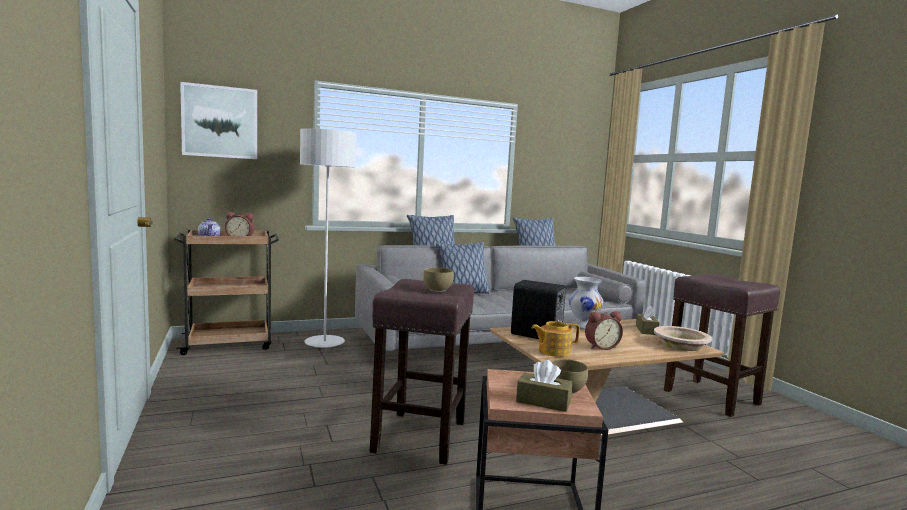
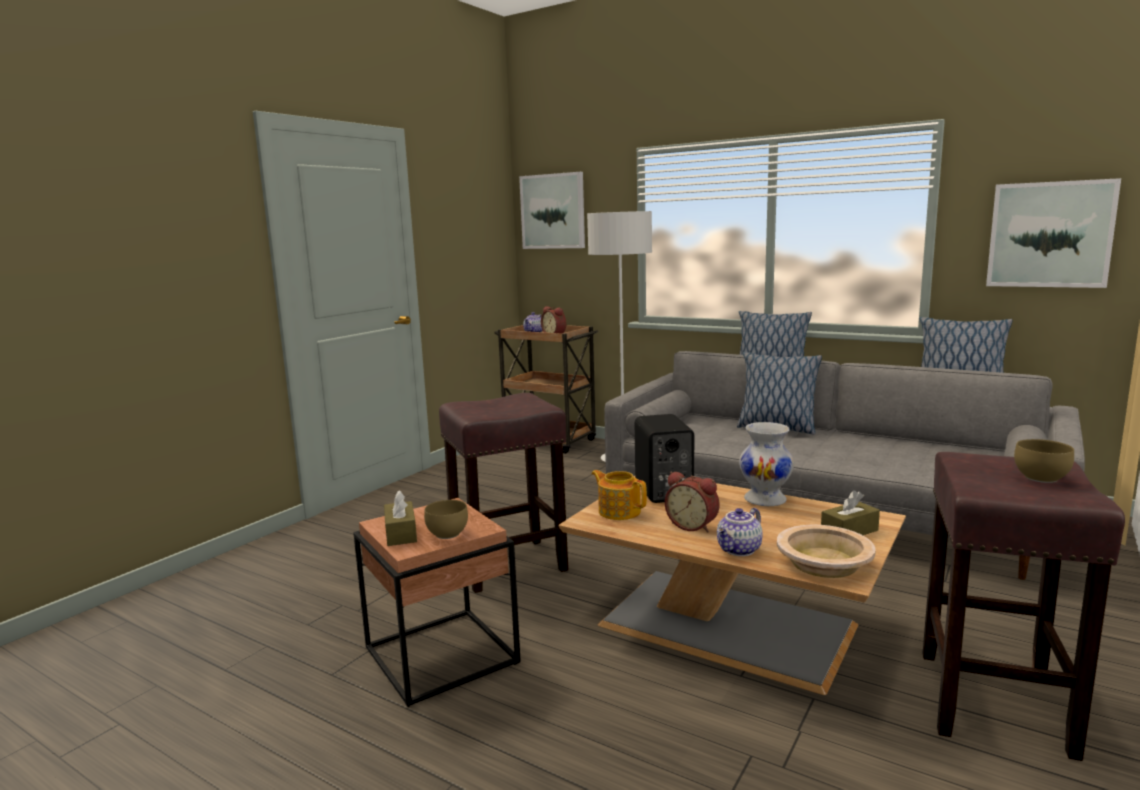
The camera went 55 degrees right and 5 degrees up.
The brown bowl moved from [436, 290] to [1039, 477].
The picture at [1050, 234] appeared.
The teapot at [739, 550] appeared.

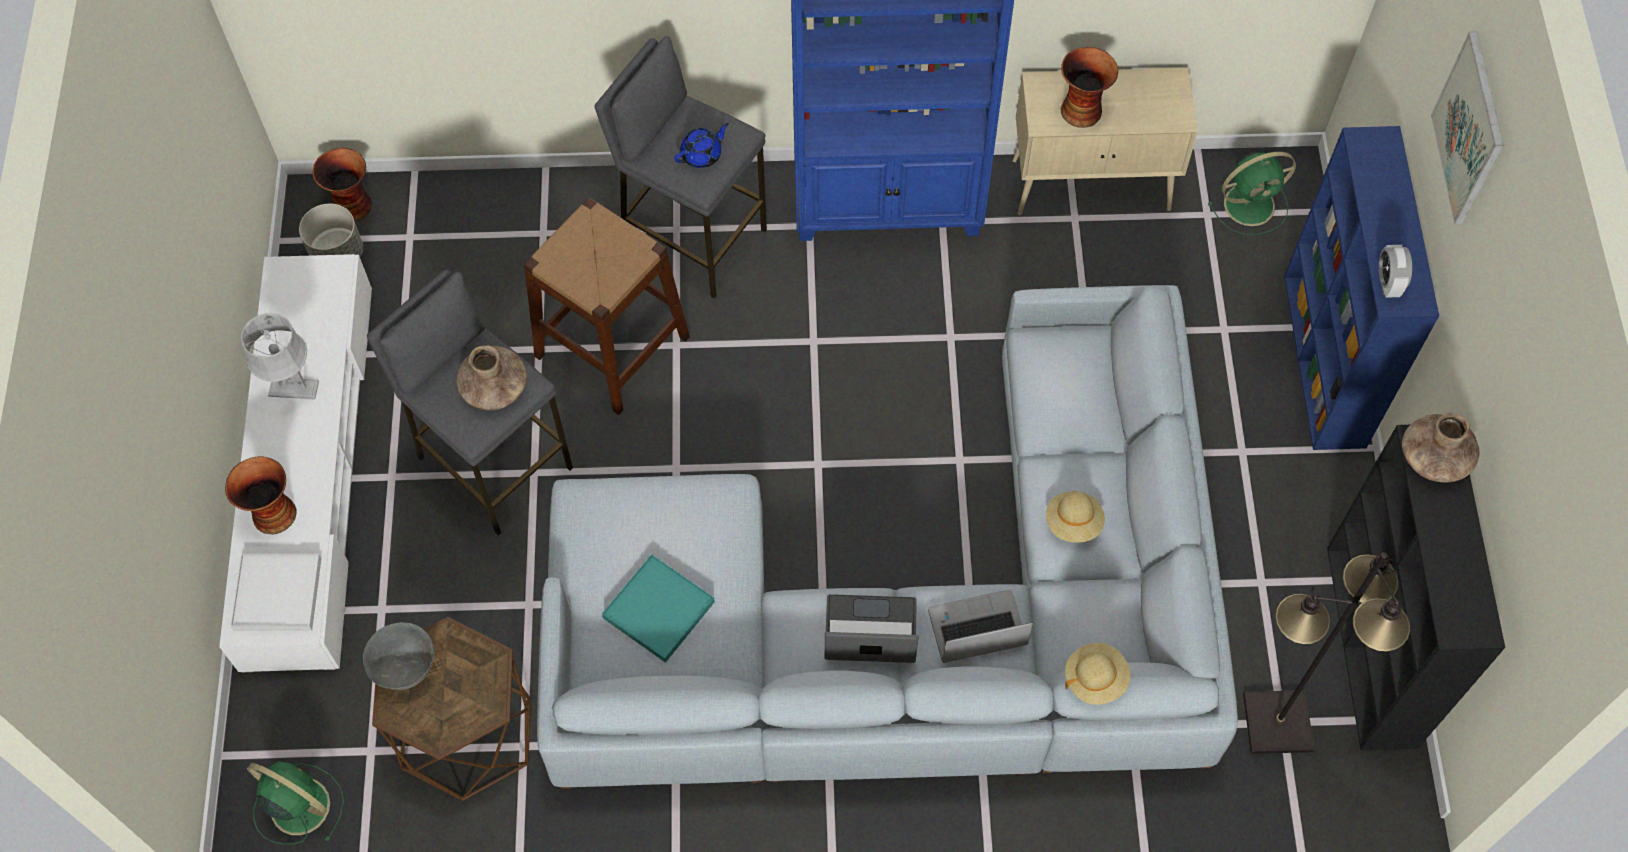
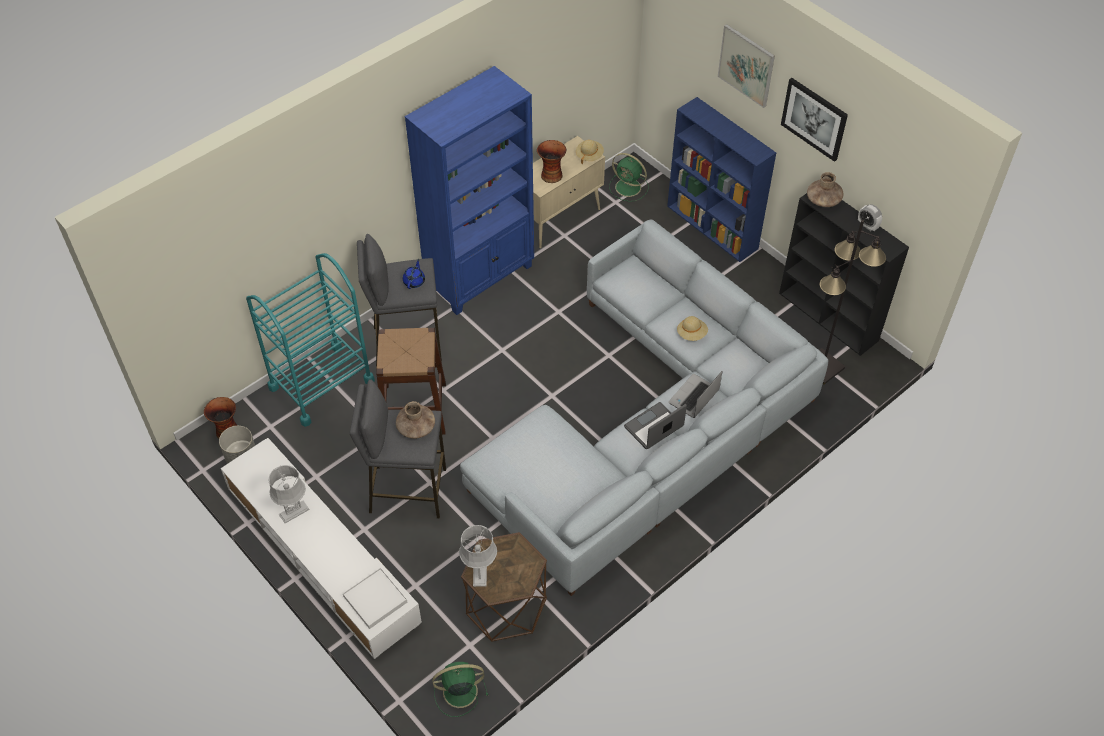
The camera went 40 degrees left and 10 degrees down.
The green fan at [1251, 204] turned 90 degrees clockwise.
The alarm clock moved from [1388, 282] to [867, 226].
The vase at [272, 513] disappeared.
The turquoise tray at [658, 610] disappeared.
The grey bowl at [405, 667] was replaced by the grey table lamp at [479, 572].
The beige hat moved from [1095, 679] to [589, 156].
The picture at [814, 118] appeared.
The turquoise cart at [321, 384] appeared.

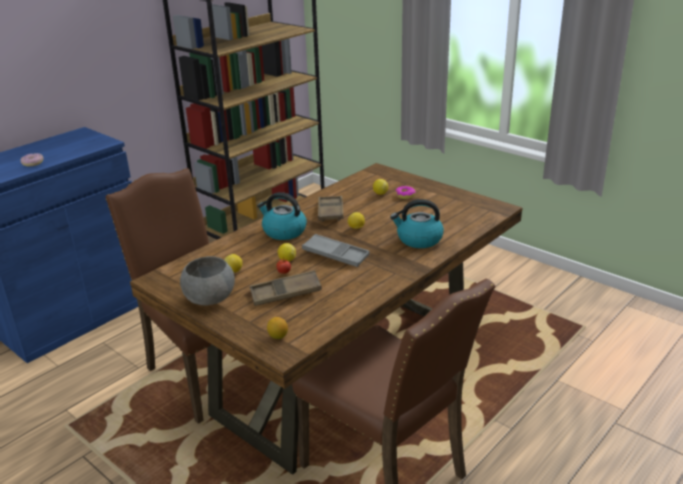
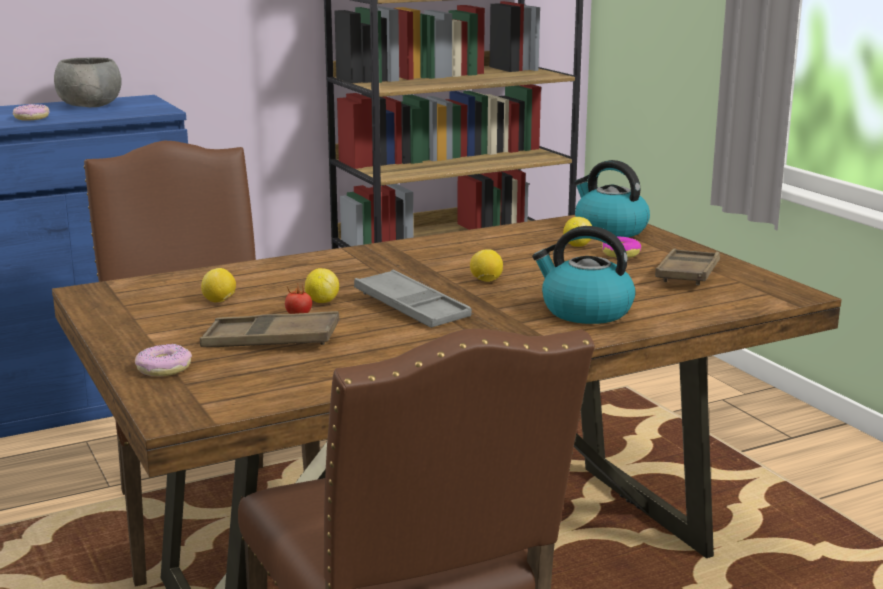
The camera went 20 degrees right and 10 degrees down.
The kettle moved from [283, 231] to [609, 230].
The brown tray moved from [330, 212] to [687, 274].
The grey bowl moved from [209, 298] to [89, 106].
The lemon at [278, 336] disappeared.
The donut at [163, 368] appeared.

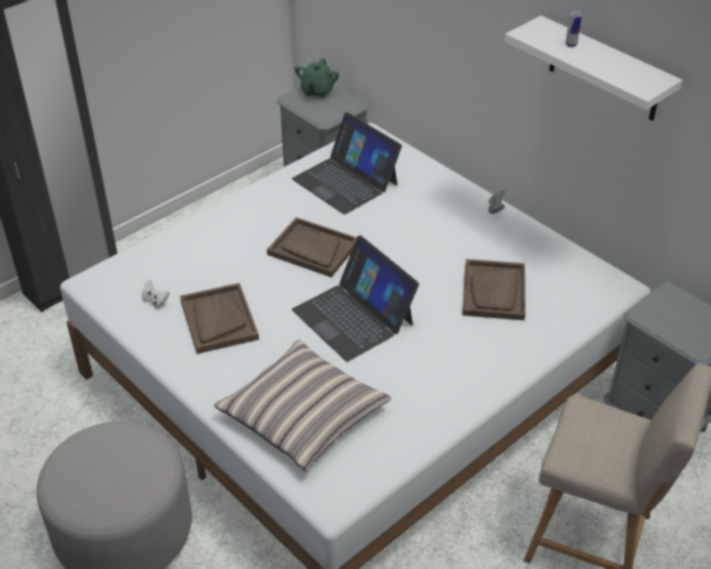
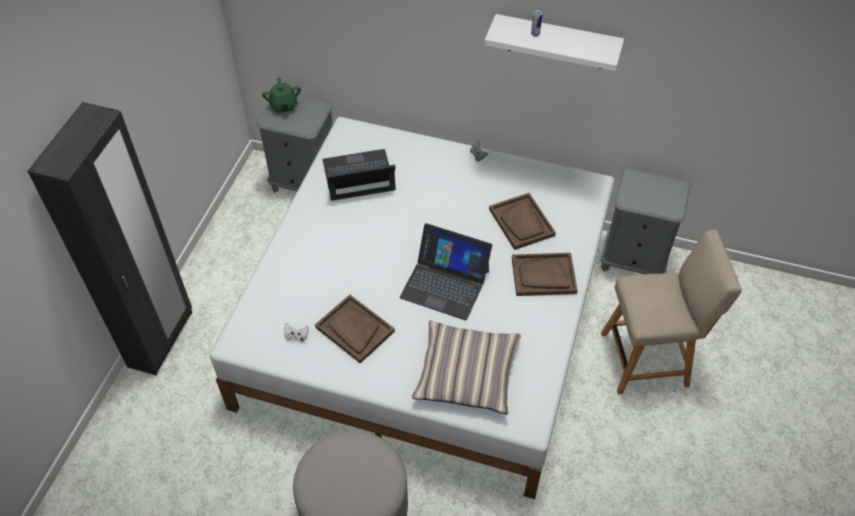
The camera went 30 degrees left and 10 degrees up.
The laptop at [345, 181] turned 150 degrees clockwise.
The brown tray moved from [313, 249] to [543, 276].

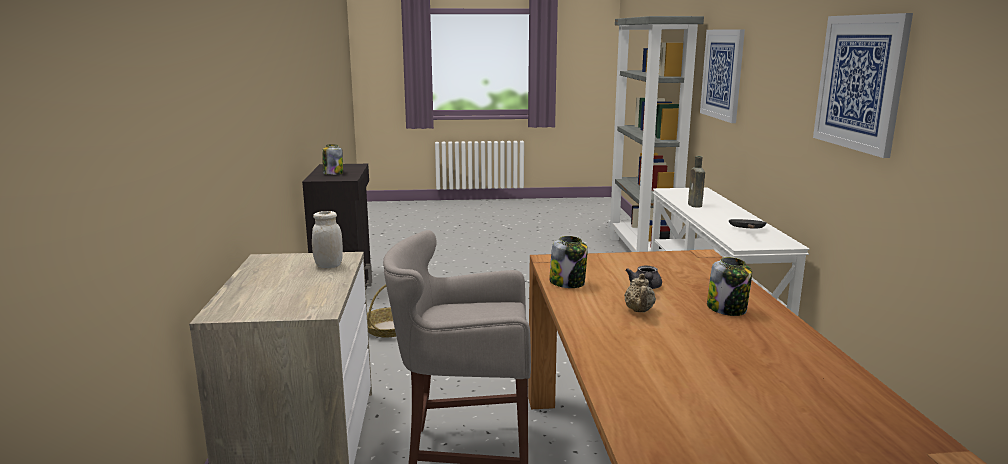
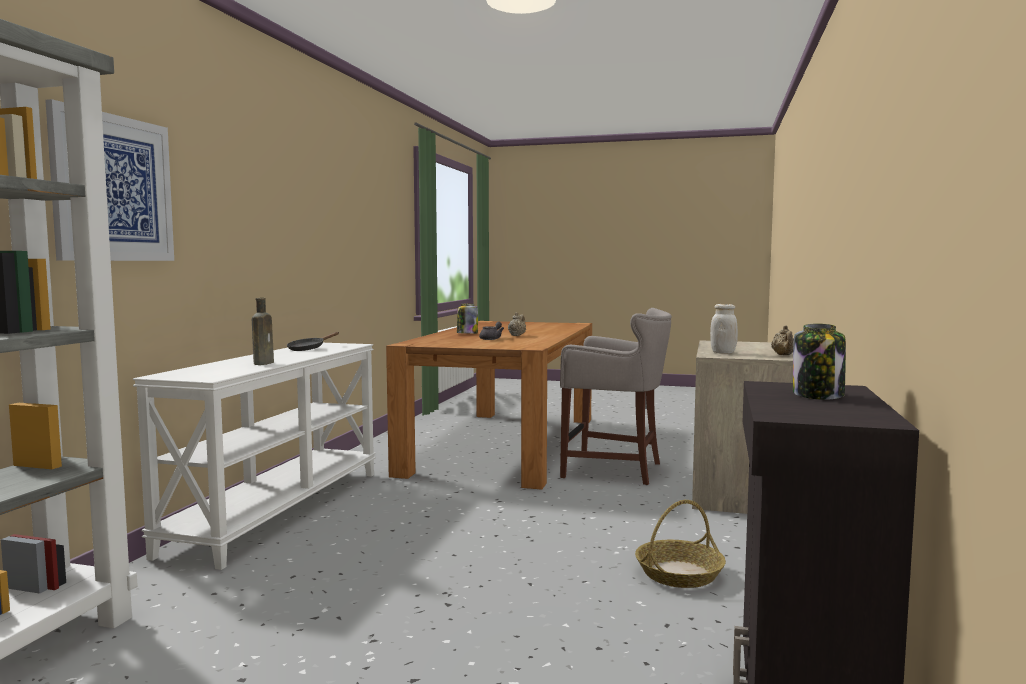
The camera went 160 degrees left and 10 degrees down.
The picture at [860, 82] disappeared.
The jar at [568, 283] disappeared.
The beige teapot at [783, 355] appeared.

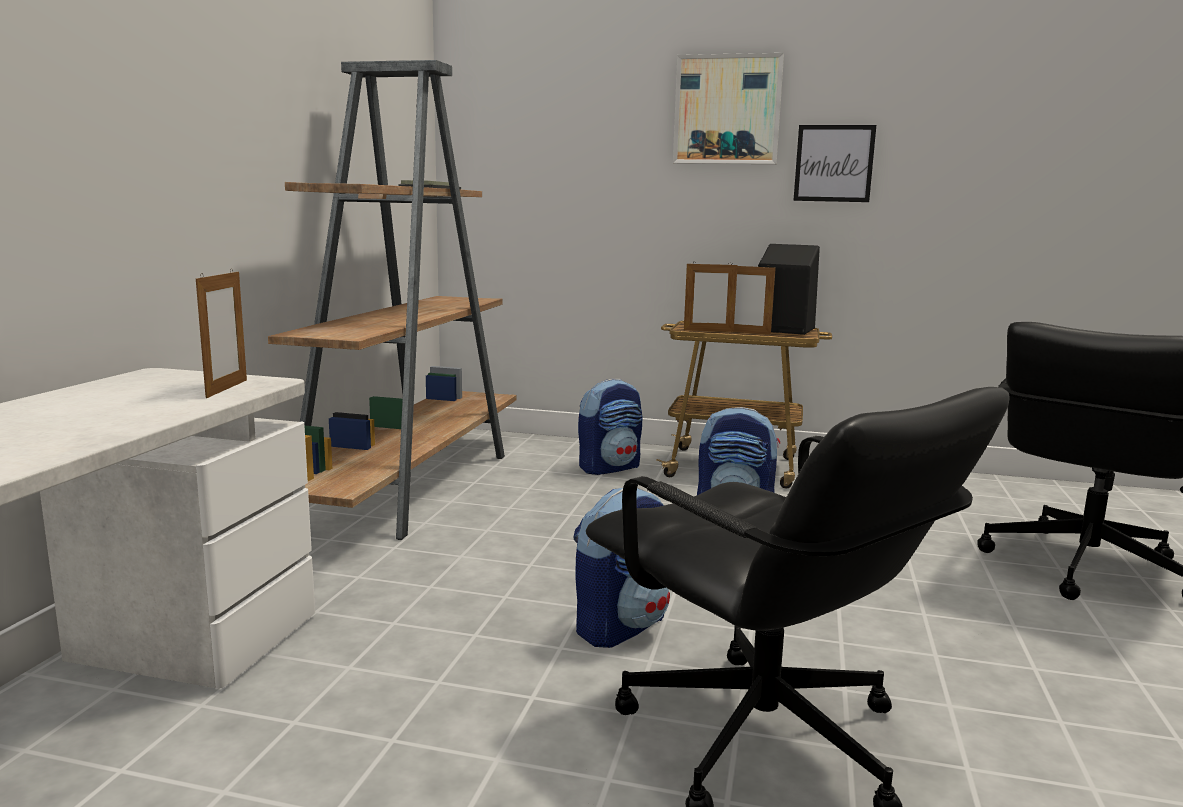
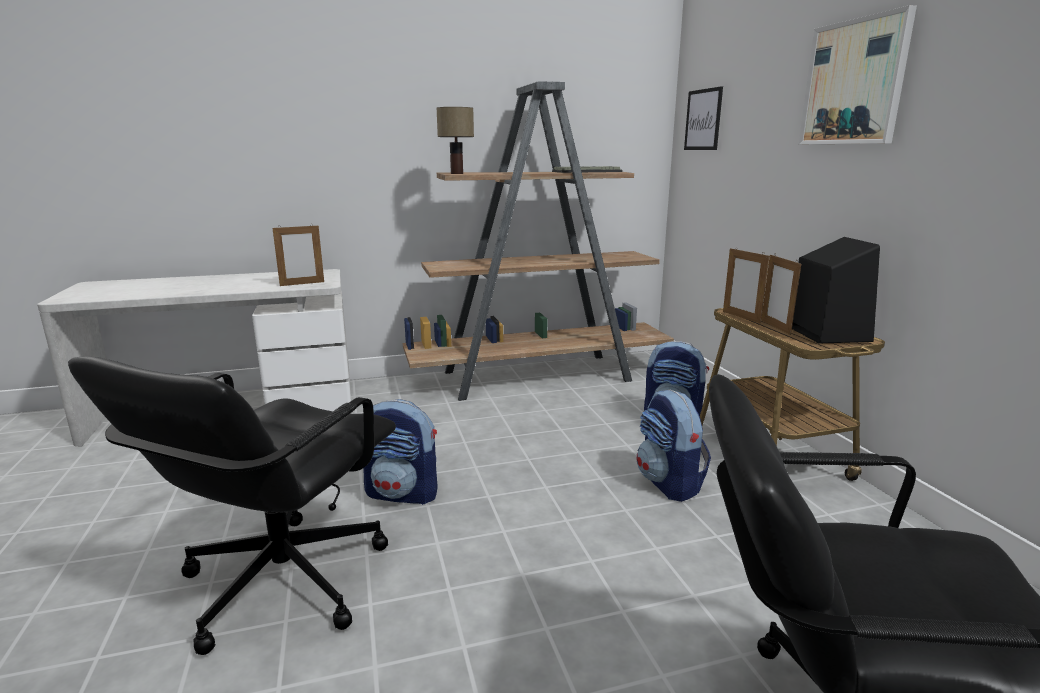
The camera went 60 degrees right and 5 degrees up.
The picture moved from [834, 163] to [703, 119].
The table lamp at [456, 173] appeared.

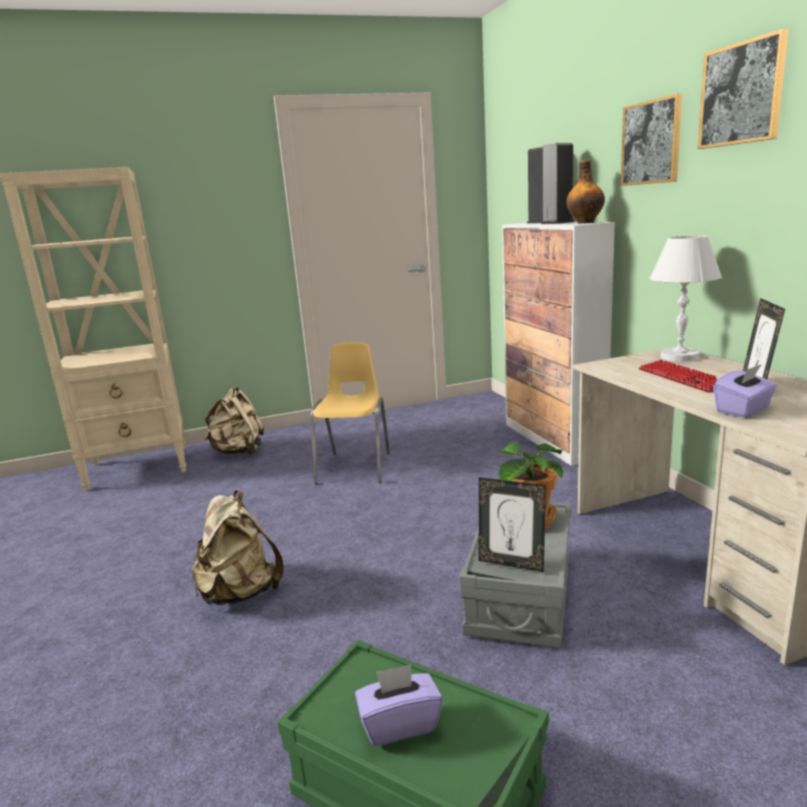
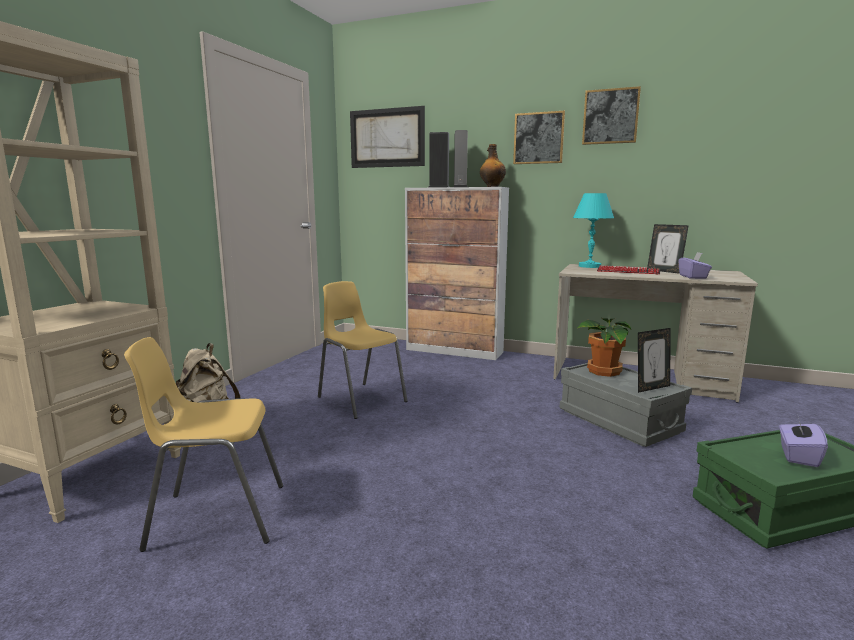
The camera went 50 degrees left and 5 degrees down.
The white table lamp at [679, 357] became the turquoise table lamp at [589, 266].
The beige backpack at [240, 593] disappeared.
The picture at [387, 138] appeared.
The yellow chair at [216, 516] appeared.

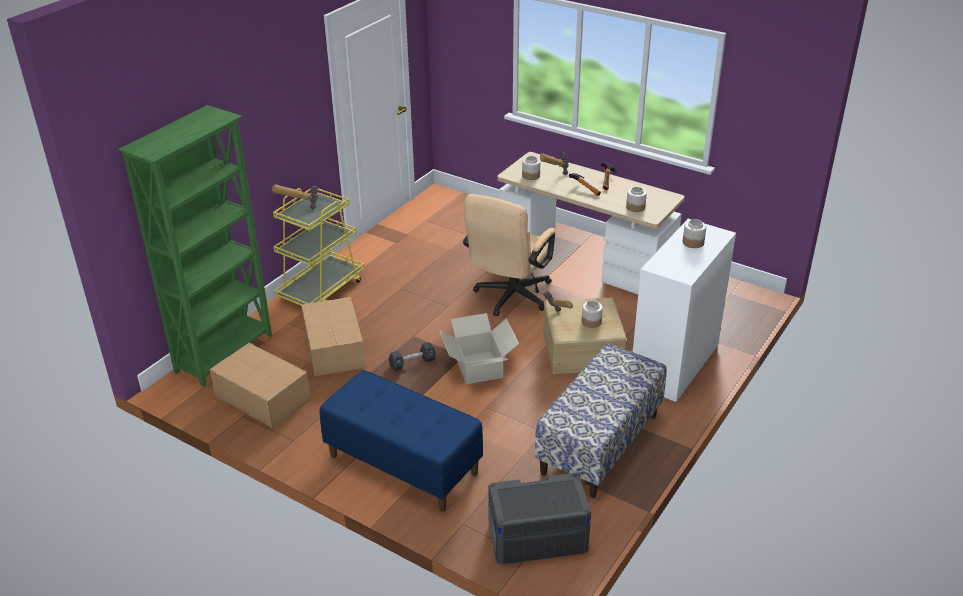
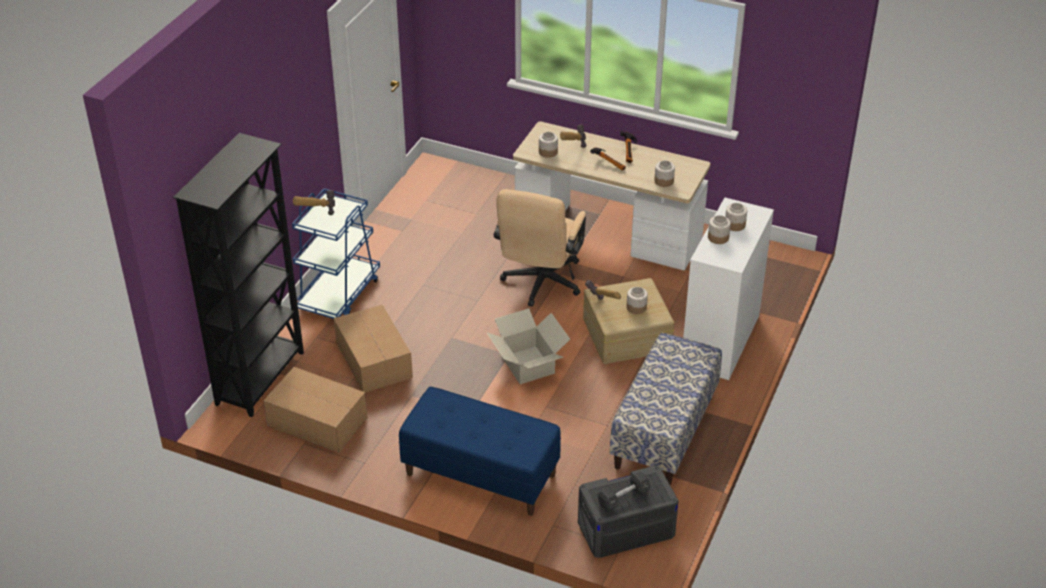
The camera went 10 degrees left and 5 degrees up.
The green bookcase at [225, 353] became the black bookcase at [261, 378].
The yellow cart at [321, 289] became the blue cart at [339, 294].
The black dumbbell moved from [412, 363] to [623, 498].
The jar at [718, 237] appeared.

